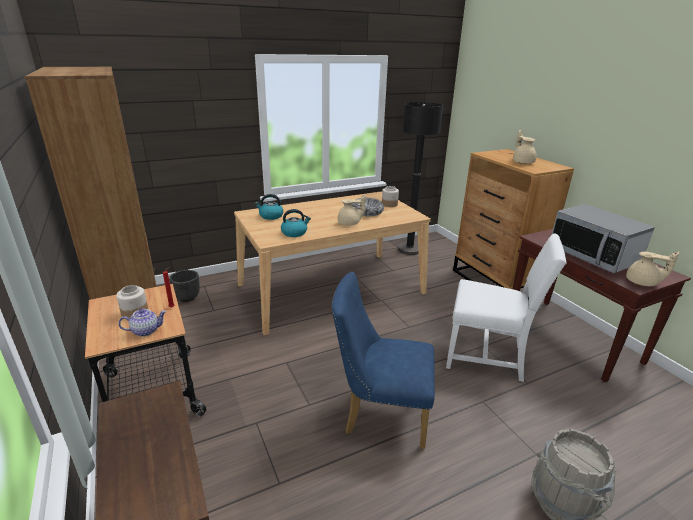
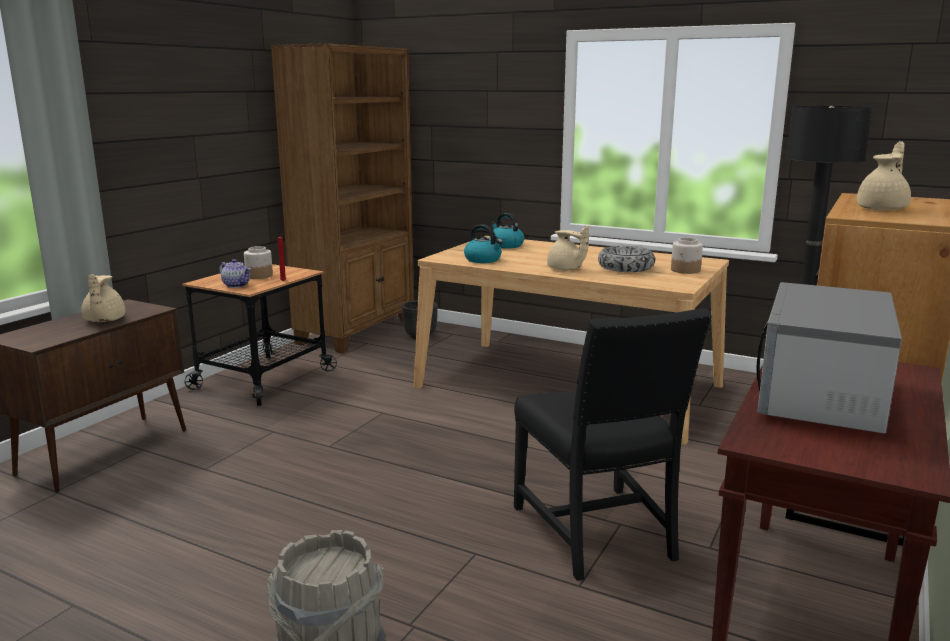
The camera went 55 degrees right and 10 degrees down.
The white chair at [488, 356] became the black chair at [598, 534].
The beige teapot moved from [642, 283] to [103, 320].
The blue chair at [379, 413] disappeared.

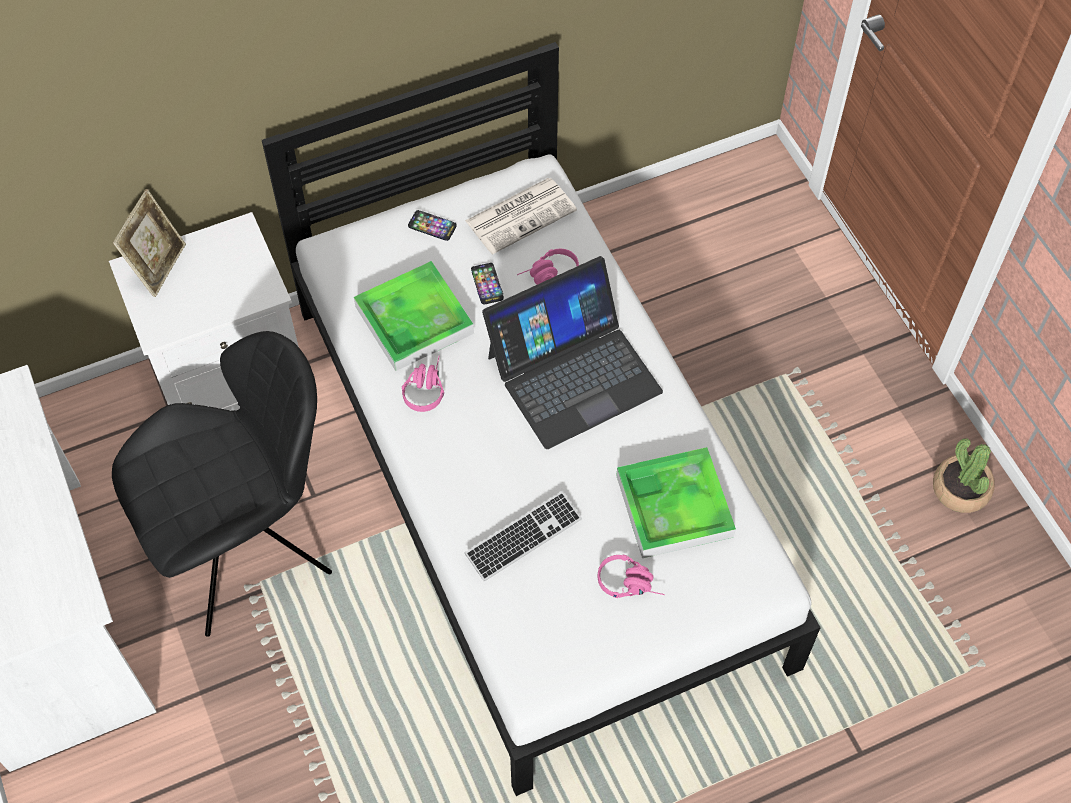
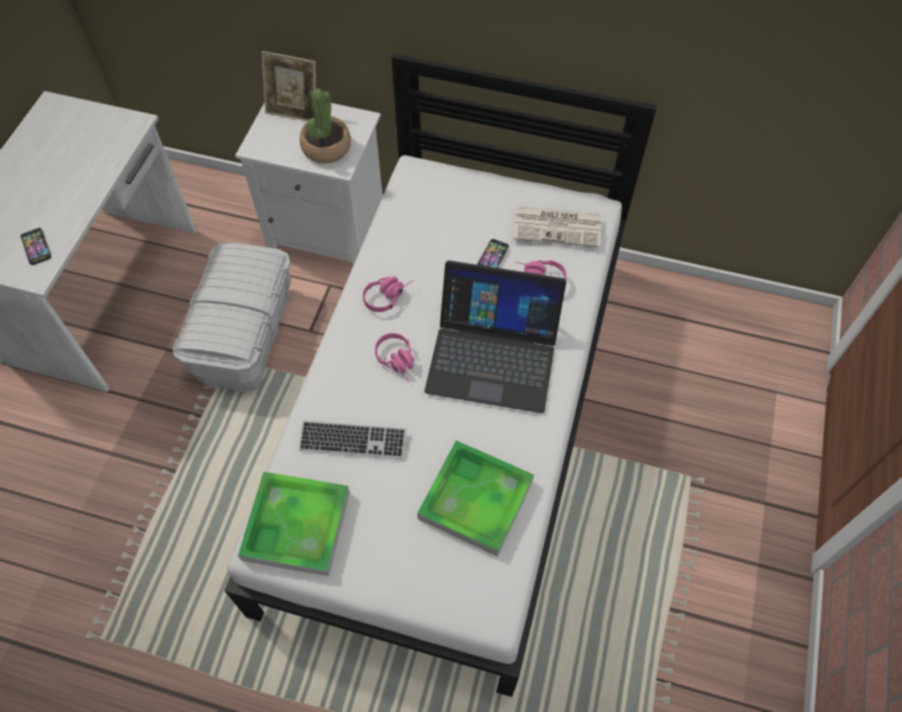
The camera went 40 degrees right and 0 degrees up.
The picture frame at [158, 266] turned 45 degrees clockwise.
The phone moved from [432, 226] to [36, 247].
The tray moved from [414, 320] to [296, 525].
The black chair at [248, 547] was replaced by the white storage box at [245, 334].
The potted plant moved from [960, 489] to [326, 147].
The pink headphones moved from [631, 583] to [399, 362].

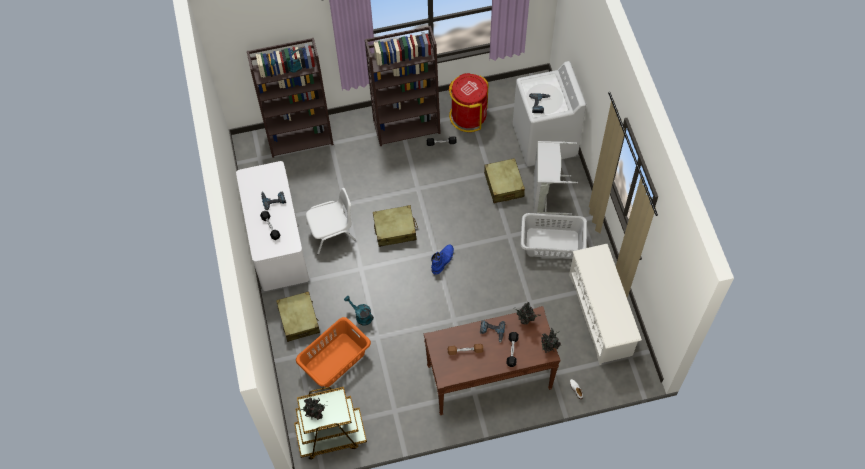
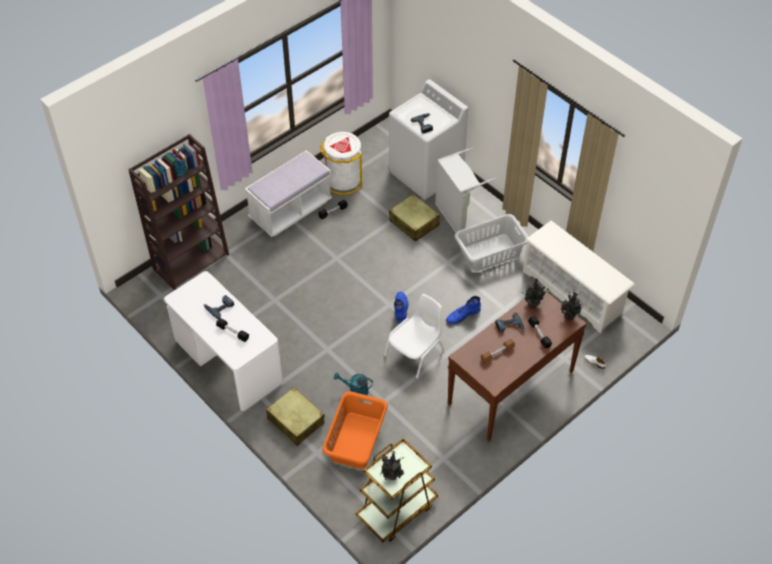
The camera went 30 degrees left and 10 degrees down.
The brown bookcase at [407, 126] was replaced by the white bench at [290, 210].
The red trash can at [468, 116] became the white trash can at [343, 180].
The white chair moved from [332, 232] to [415, 352].
The beige suitcase at [395, 230] disappeared.
The blue boot at [462, 315] appeared.

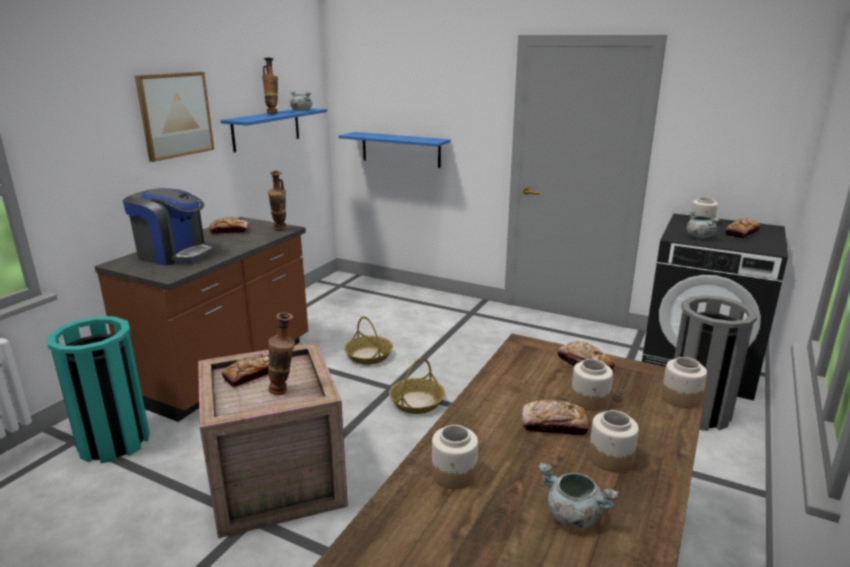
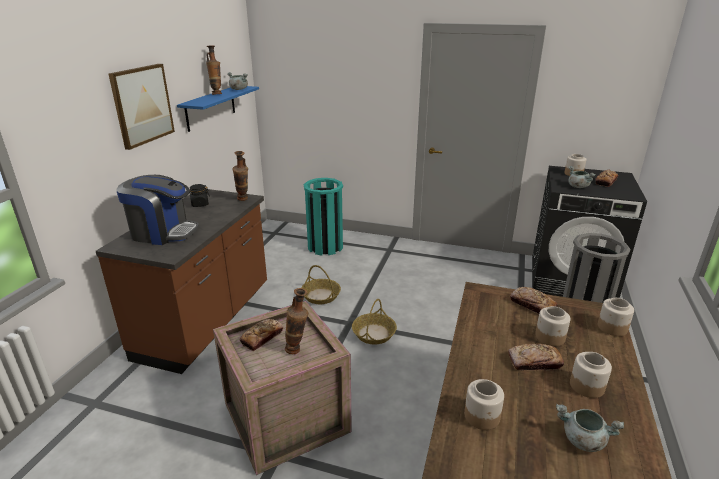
The camera went 10 degrees left and 5 degrees up.
The blue shelf at [400, 149] disappeared.
The bread at [230, 231] was replaced by the black jar at [199, 204].
The turquoise trash can moved from [114, 442] to [325, 247].

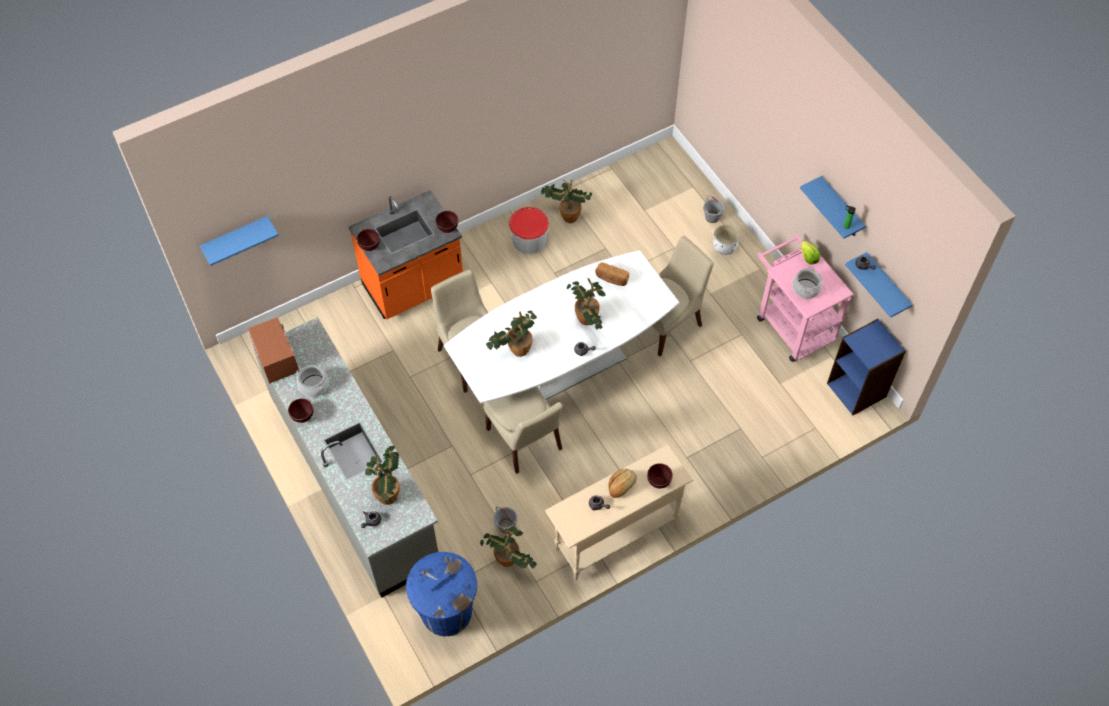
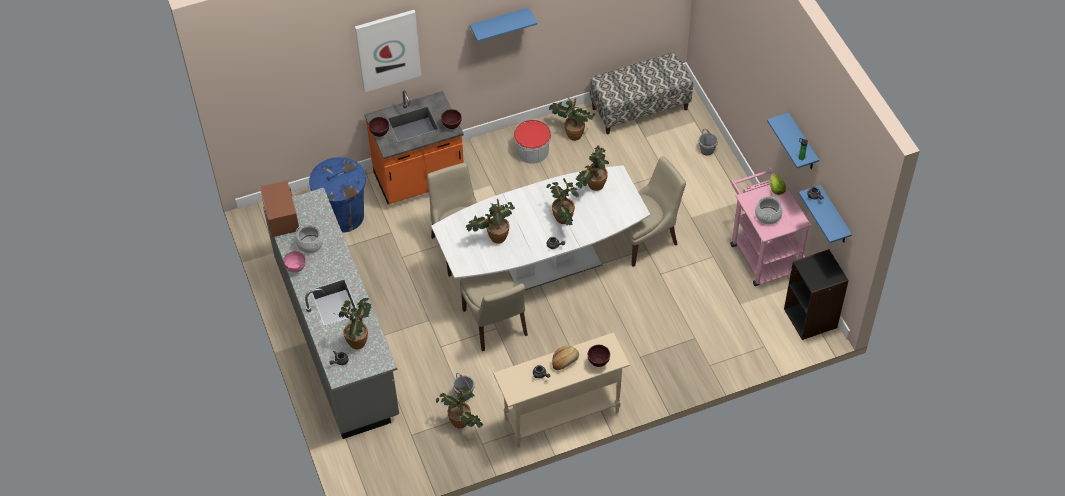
The camera went 10 degrees right and 5 degrees down.
The blue shelf moved from [236, 238] to [499, 24].
The white planter at [725, 247] disappeared.
The bread at [611, 278] was replaced by the potted plant at [592, 187].
The blue bookcase at [857, 390] became the black bookcase at [811, 318].
The brown bowl at [304, 417] became the pink bowl at [296, 269].
The blue trash can moved from [446, 612] to [343, 216].
The picture at [388, 49] appeared.
The bench at [639, 108] appeared.

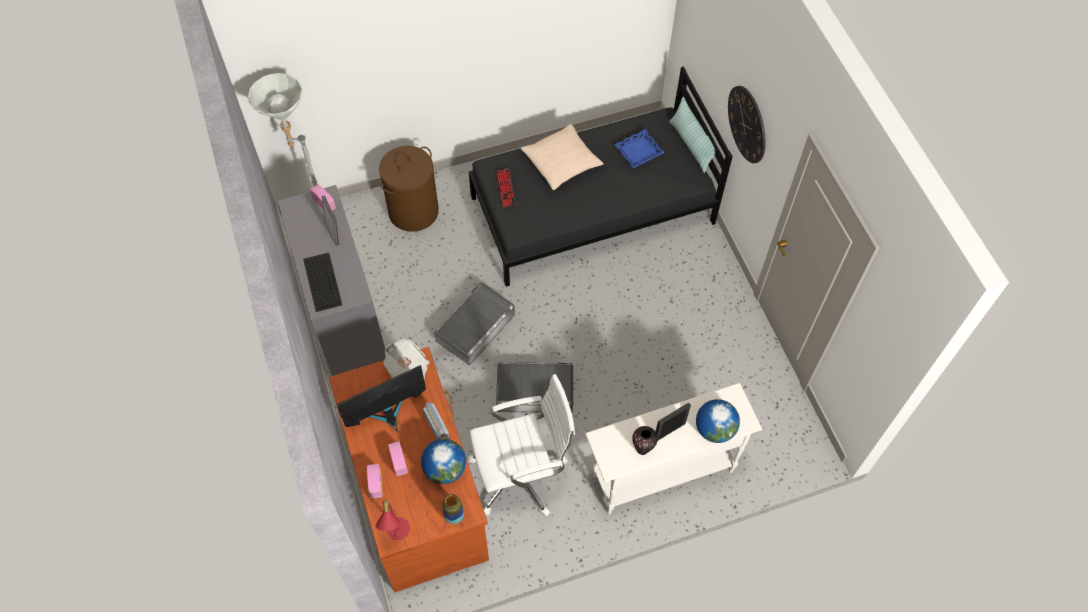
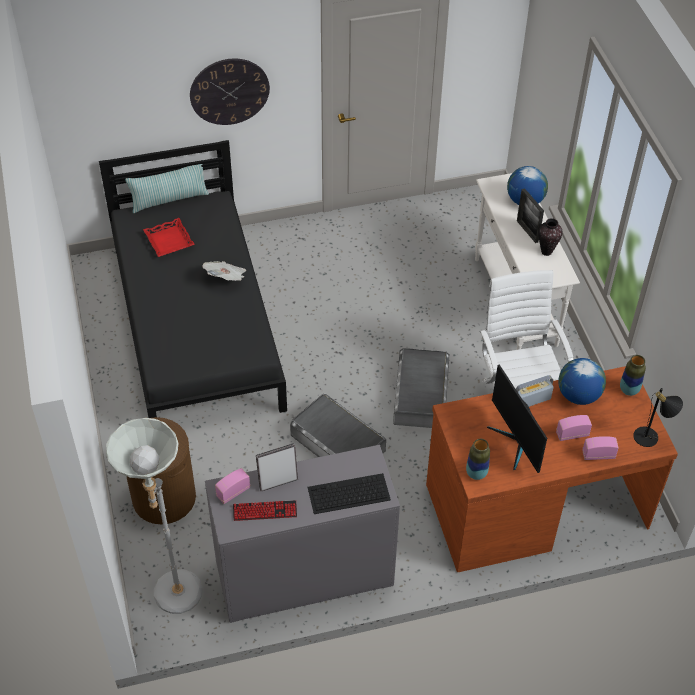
The camera went 85 degrees left and 10 degrees down.
The beige pillow at [561, 162] disappeared.
The blue tray at [638, 151] became the red tray at [168, 241].
The keyboard moved from [505, 188] to [265, 511].
The newspaper moved from [408, 368] to [226, 278].
The red table lamp at [396, 533] became the black table lamp at [651, 438].
The vase at [476, 473] appeared.

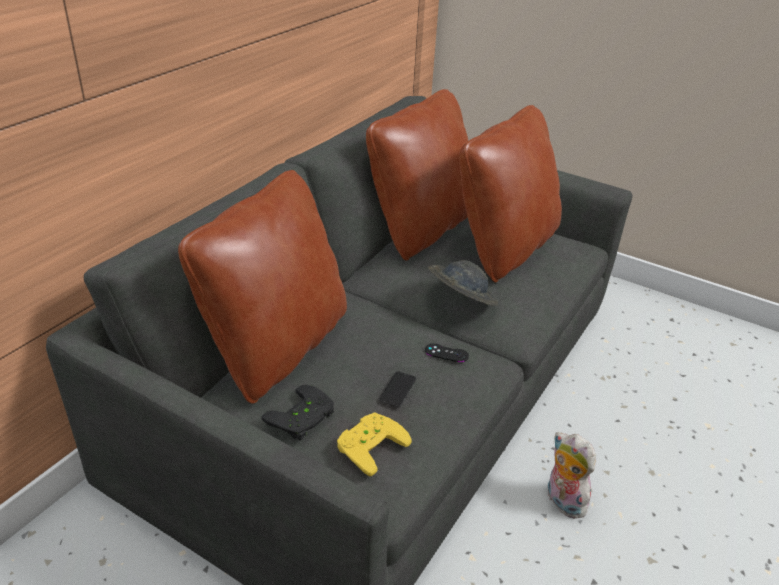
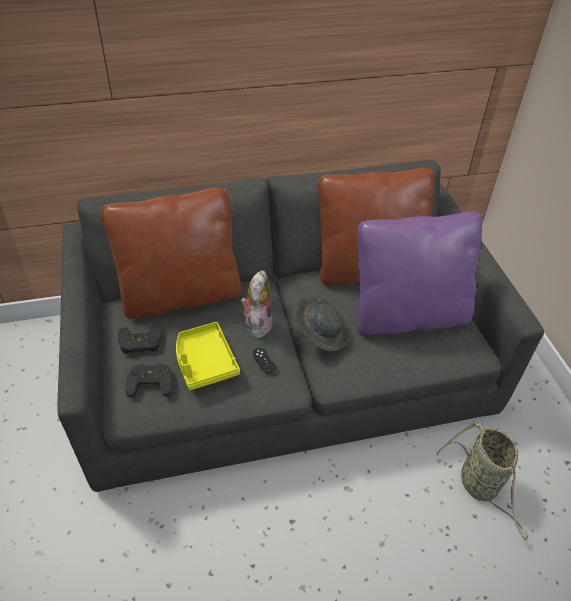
The camera went 45 degrees right and 10 degrees up.
The brown pillow at [504, 248] became the purple pillow at [408, 316].
The phone at [398, 390] was replaced by the yellow tray at [204, 362].
The yellow game controller at [369, 444] became the black game controller at [151, 380].
The plush toy moved from [562, 501] to [257, 324].
The basket at [480, 486] appeared.

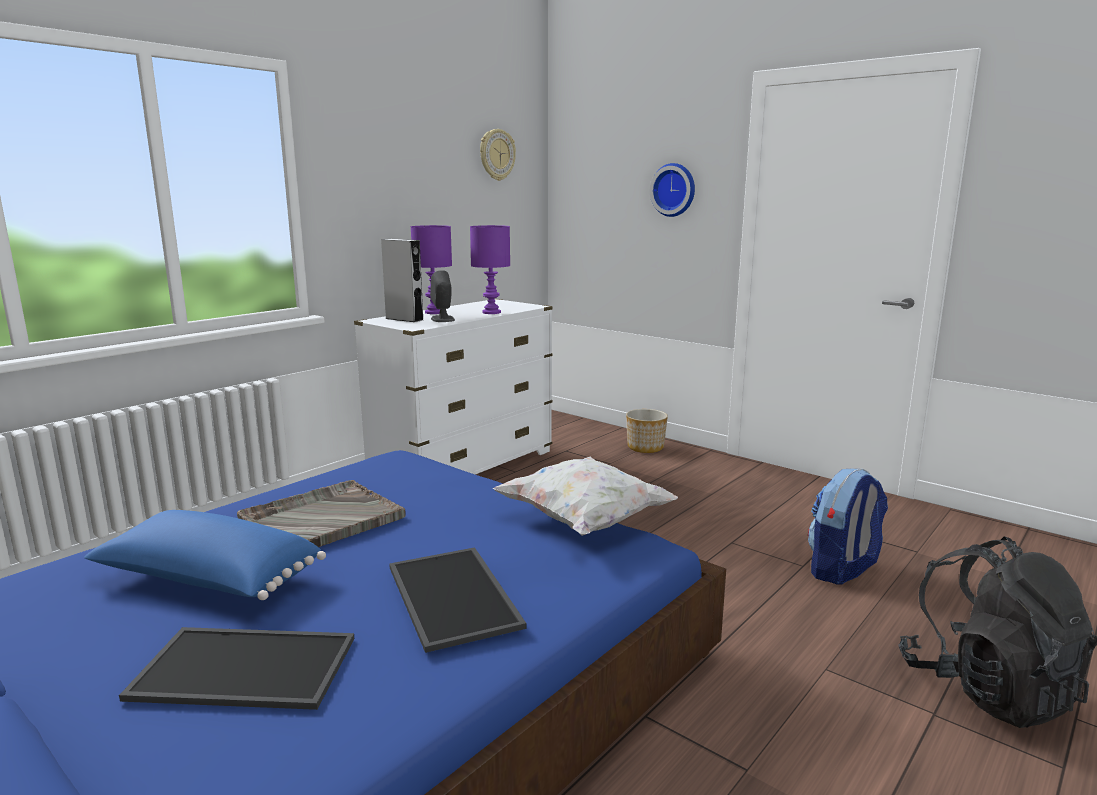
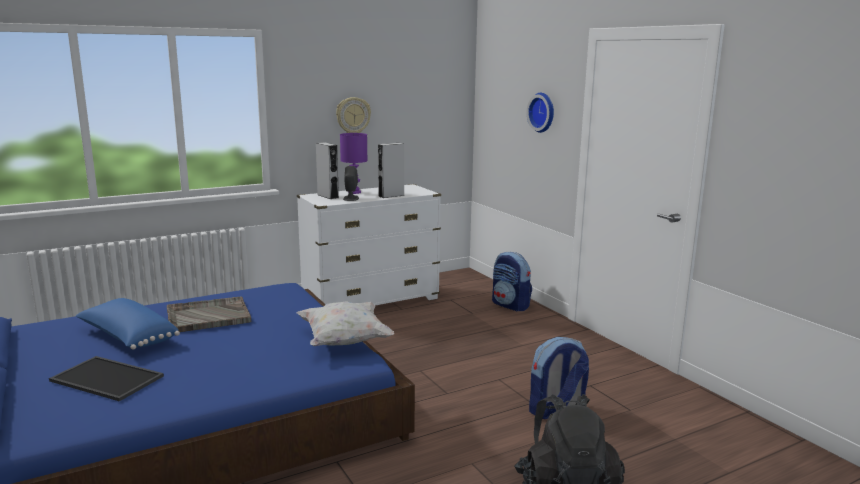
The camera went 20 degrees right and 0 degrees up.
The wall clock moved from [496, 155] to [353, 116].
The purple table lamp at [492, 312] was replaced by the grey speaker at [391, 195].
The planter at [646, 447] was replaced by the backpack at [510, 305].
The tray at [456, 596] disappeared.

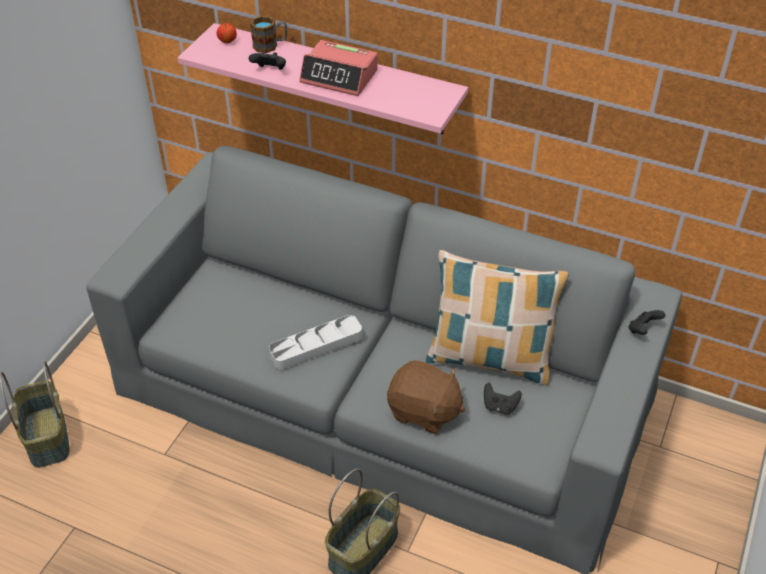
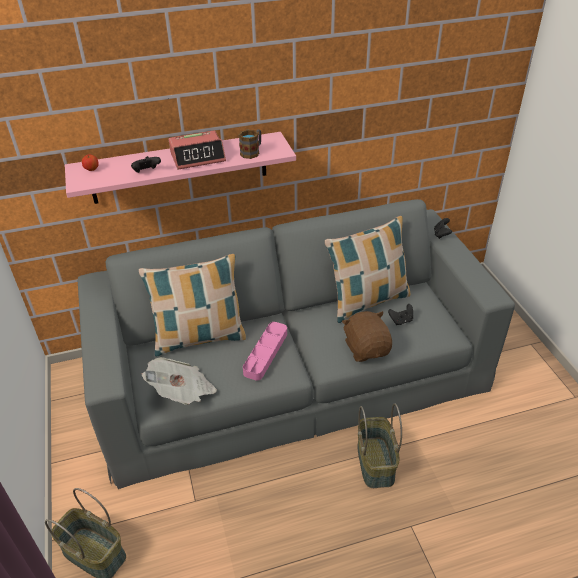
The camera went 40 degrees left and 5 degrees down.
The mug moved from [270, 45] to [252, 152].
The grey tray at [316, 345] became the pink tray at [266, 353].
The brown plush toy at [424, 411] turned 90 degrees counterclockwise.
The pillow at [199, 338] appeared.
The newspaper at [183, 392] appeared.

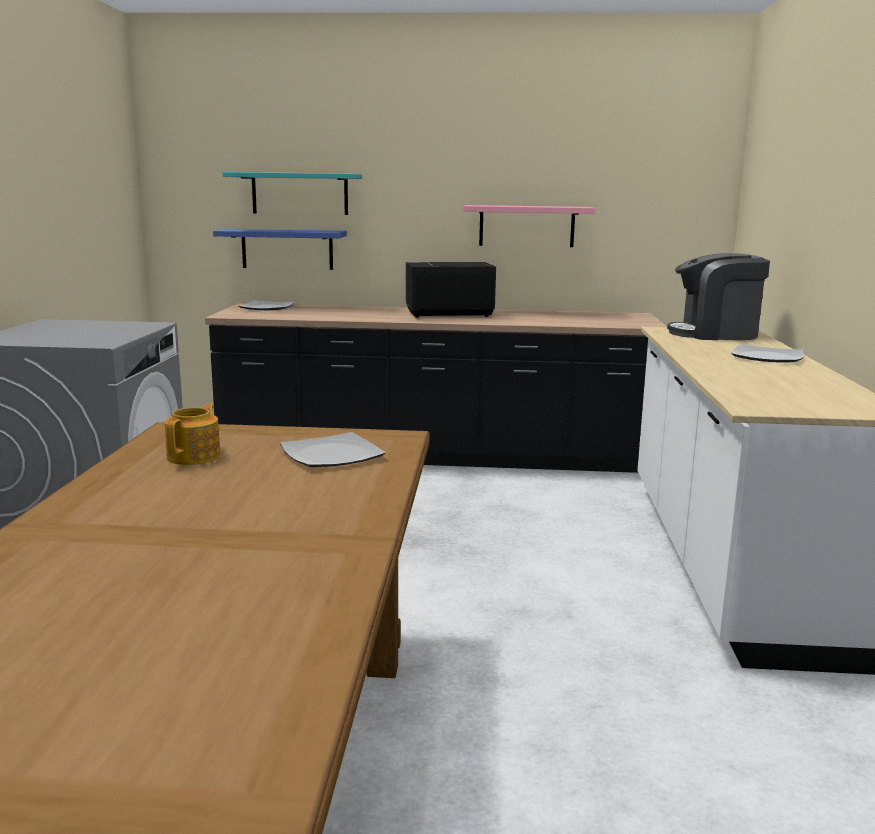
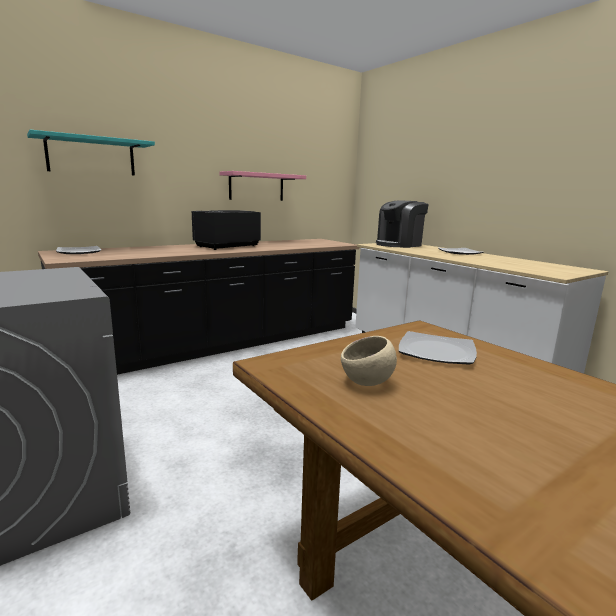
The camera went 40 degrees left and 0 degrees up.
The blue shelf at [287, 249] disappeared.
The teapot at [195, 456] was replaced by the beige bowl at [367, 383].

